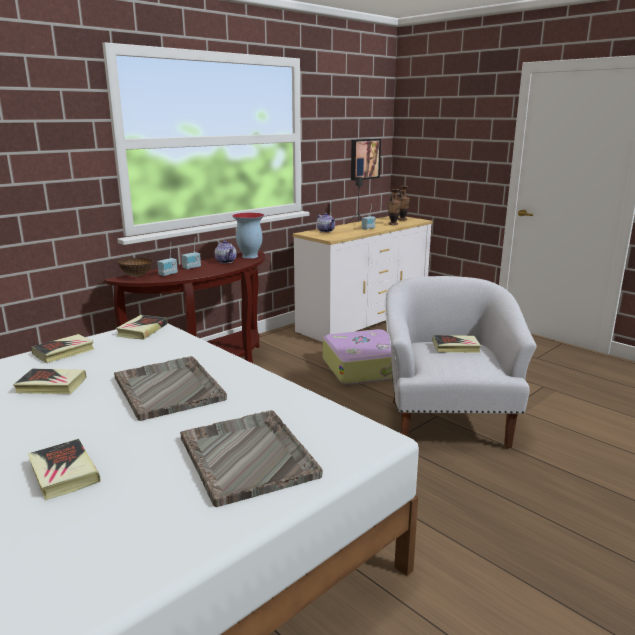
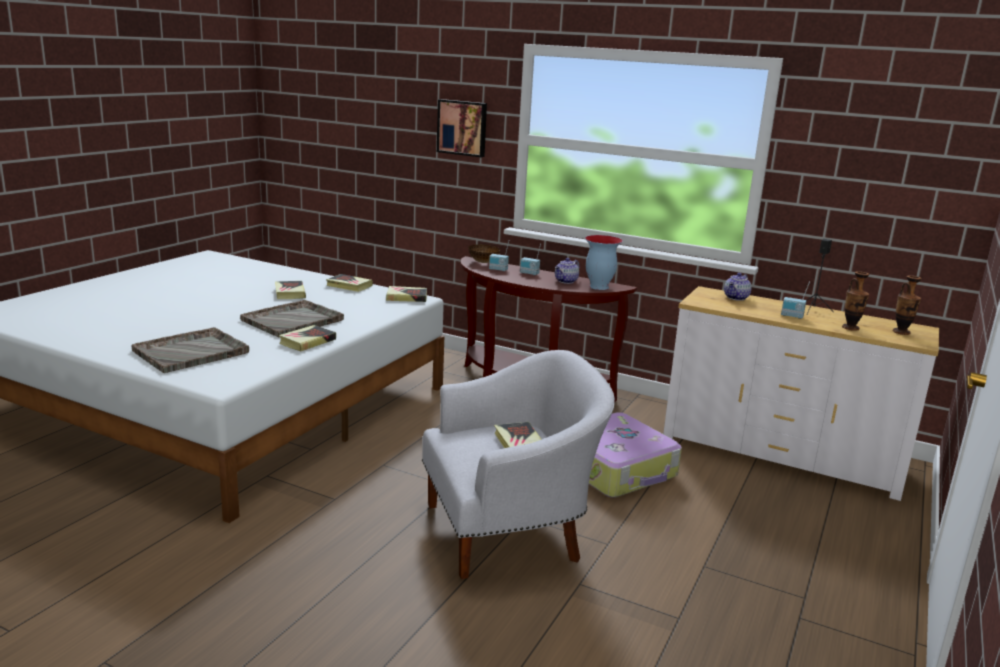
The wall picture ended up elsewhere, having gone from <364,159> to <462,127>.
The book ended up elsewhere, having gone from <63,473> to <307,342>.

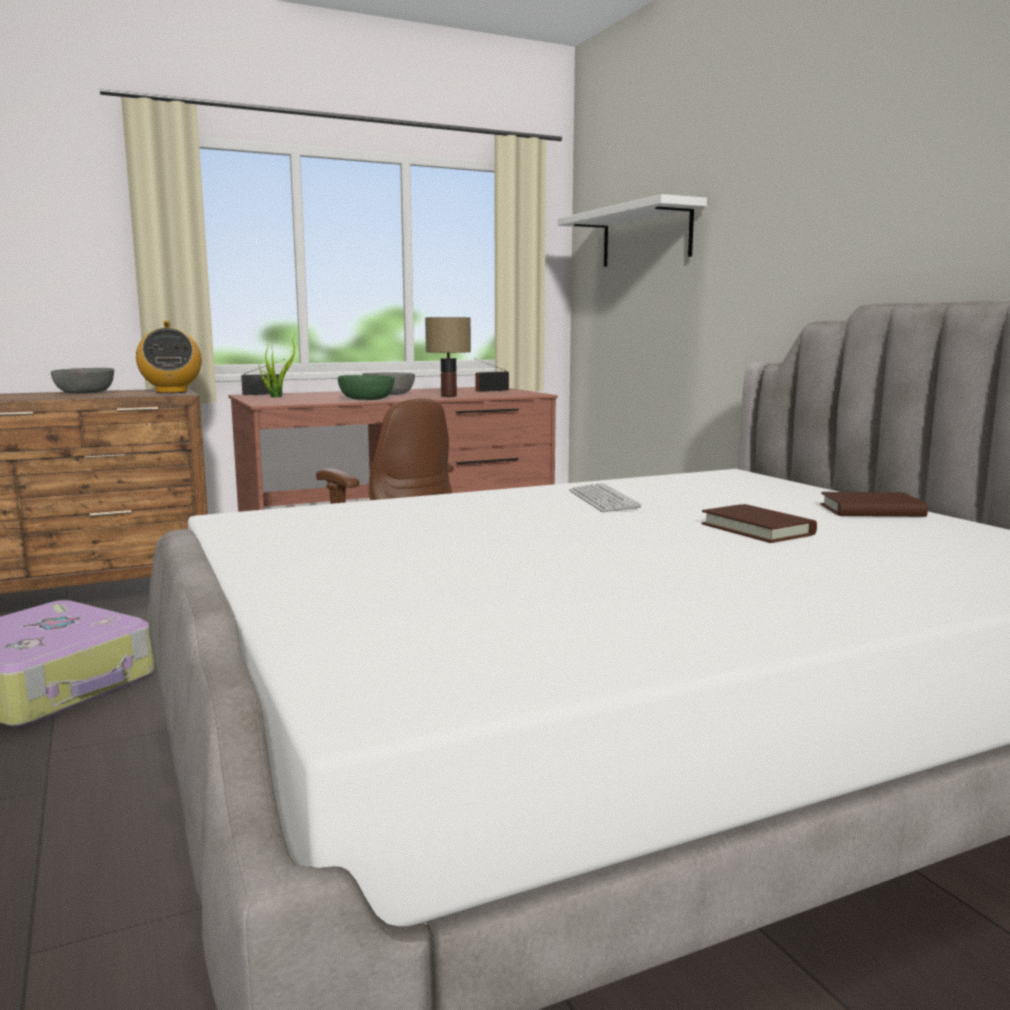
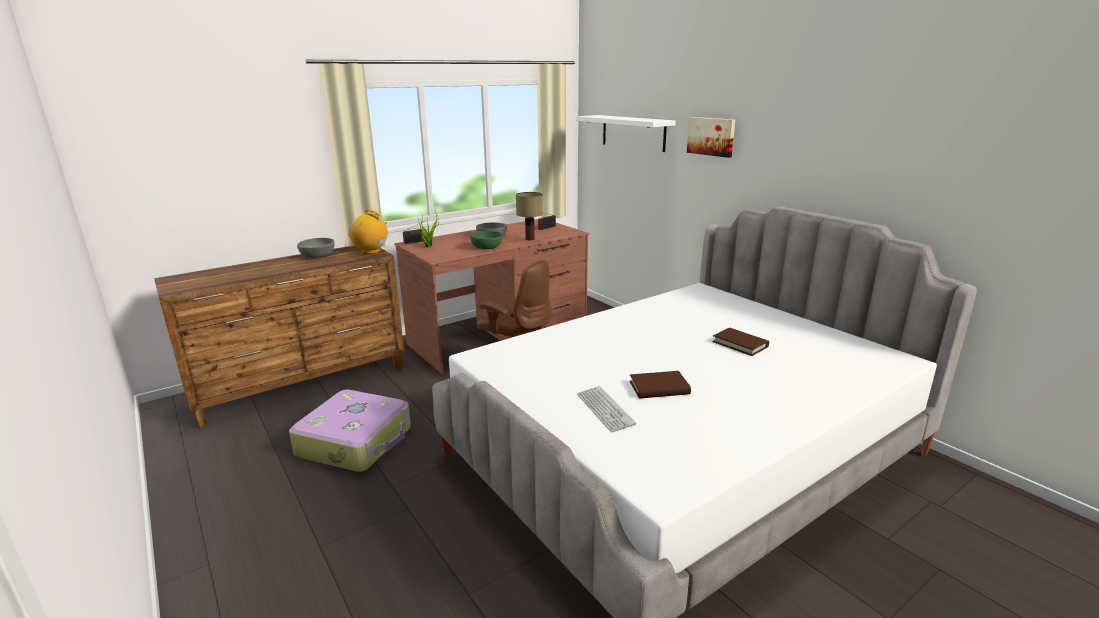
The radio set at <171,392> ended up facing another way, 135 degrees clockwise from before.
The keyboard ended up elsewhere, having gone from <603,500> to <605,409>.
The book (brown) ended up elsewhere, having gone from <871,511> to <659,388>.
The second view gained the wall picture at <711,136>.

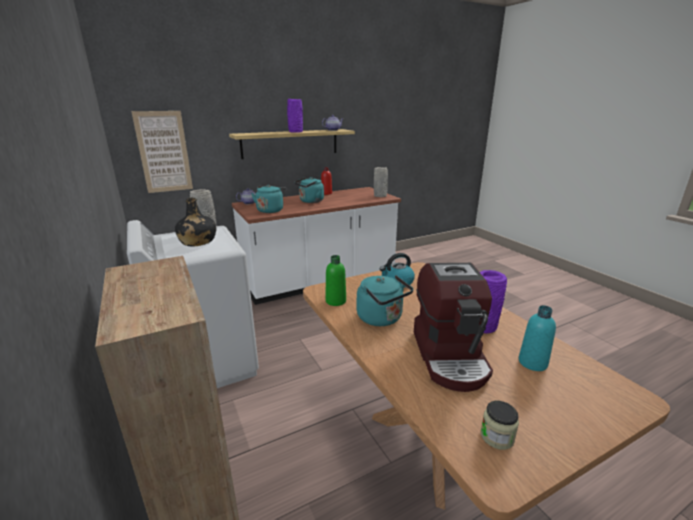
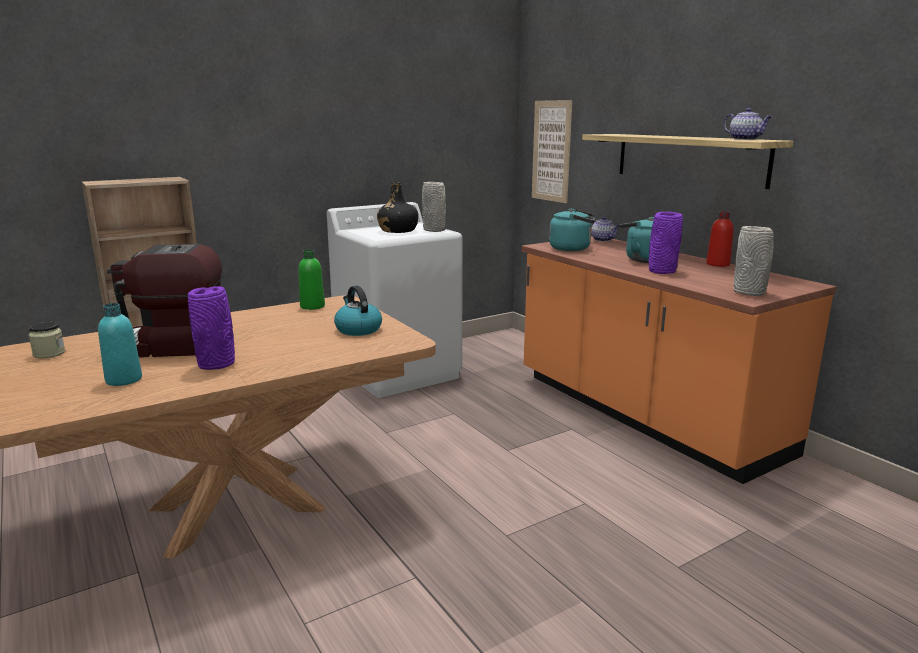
The flower vase (purplish) ended up elsewhere, having gone from <295,132> to <661,271>.
What was the kitchen counter (whitish) at <320,280> turned into the kitchen counter (orangey) at <644,414>.
The second view lost the tea kettle (blue-green) at <382,319>.

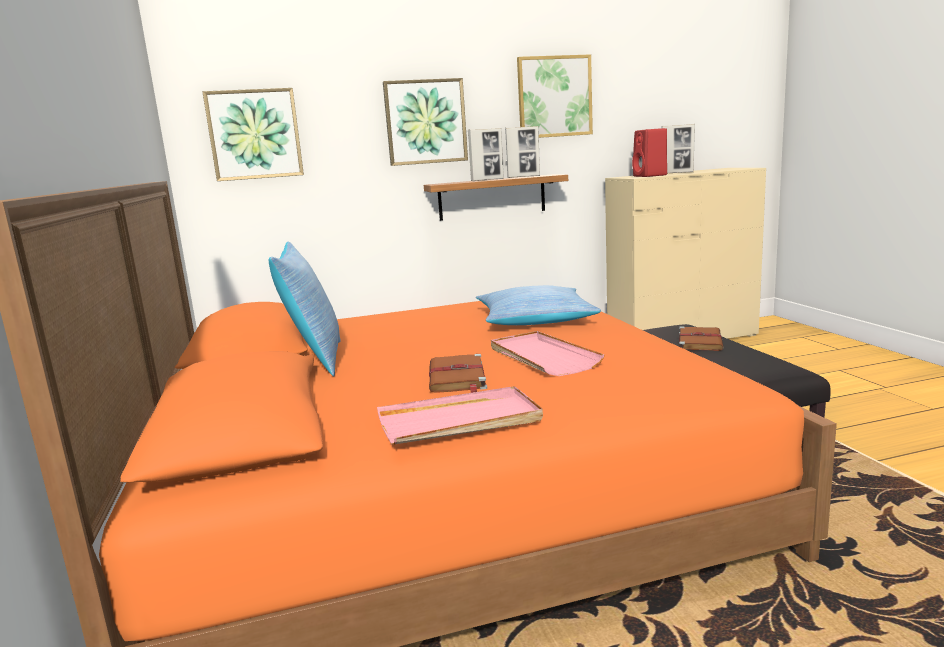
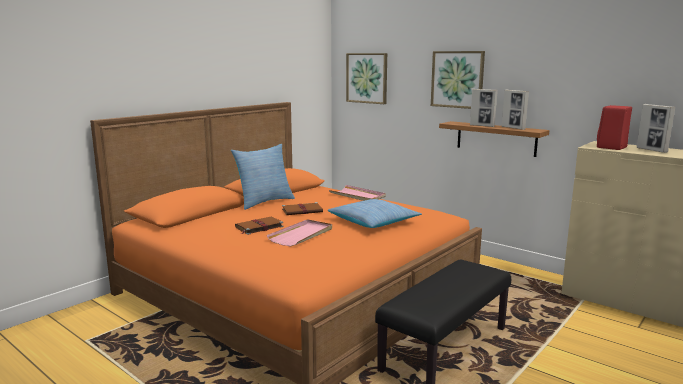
The second view lost the wall picture at <554,97>.
The book (brown) ended up elsewhere, having gone from <699,341> to <303,211>.
The tray (pinkish) ended up elsewhere, having gone from <460,421> to <357,196>.

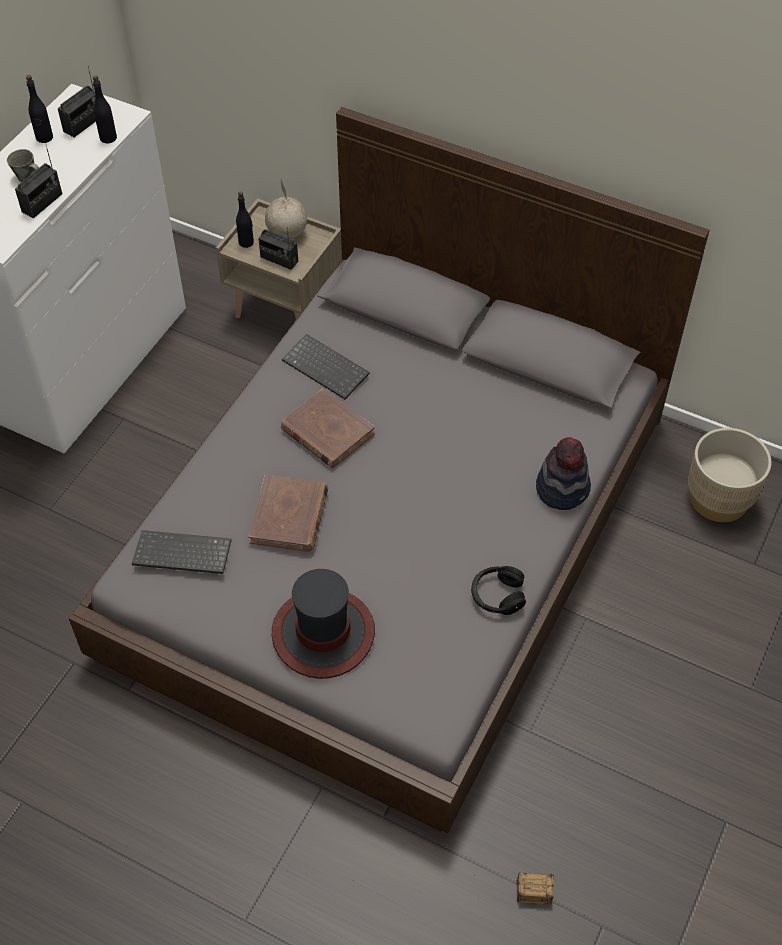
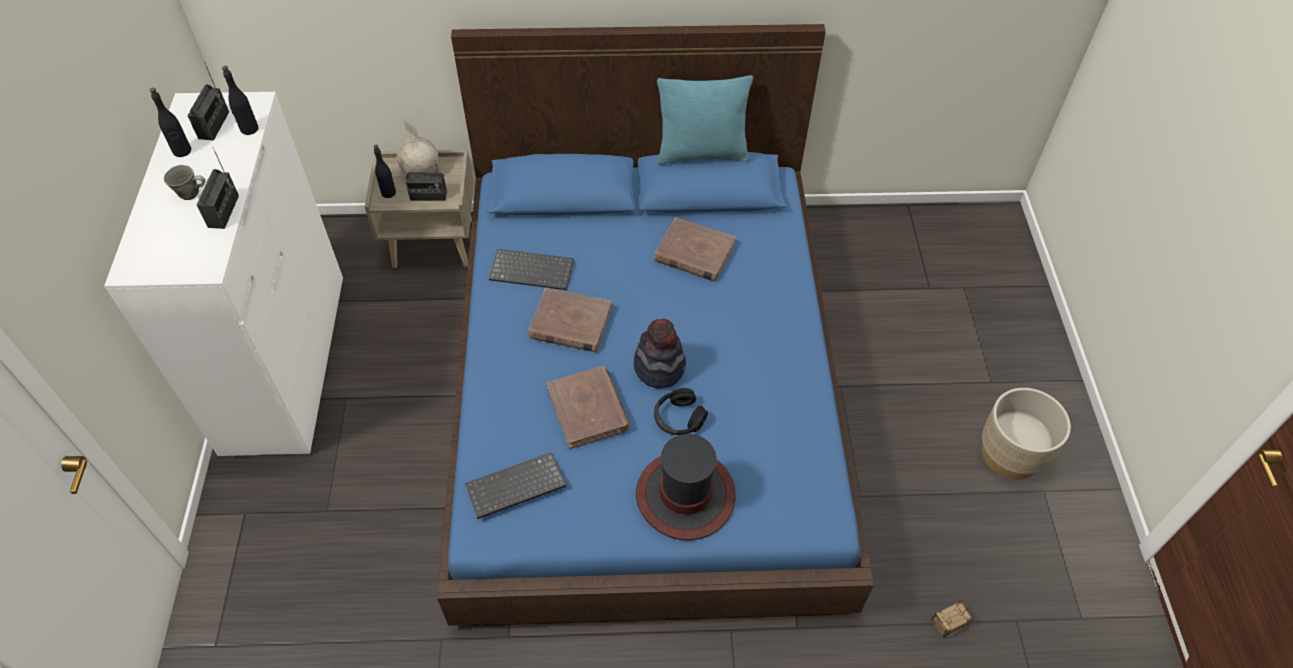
What was the bedroom bed (gray) at <392,531> turned into the bedroom bed (blue) at <646,388>.
The flower pot (beige-coloured) ended up elsewhere, having gone from <719,499> to <1010,455>.
The clothing hat ended up elsewhere, having gone from <563,488> to <659,366>.
The headphones (black) ended up elsewhere, having gone from <497,595> to <678,418>.
The second view gained the cushion (blue-green) at <702,154>.
The second view gained the book (brown) at <694,253>.

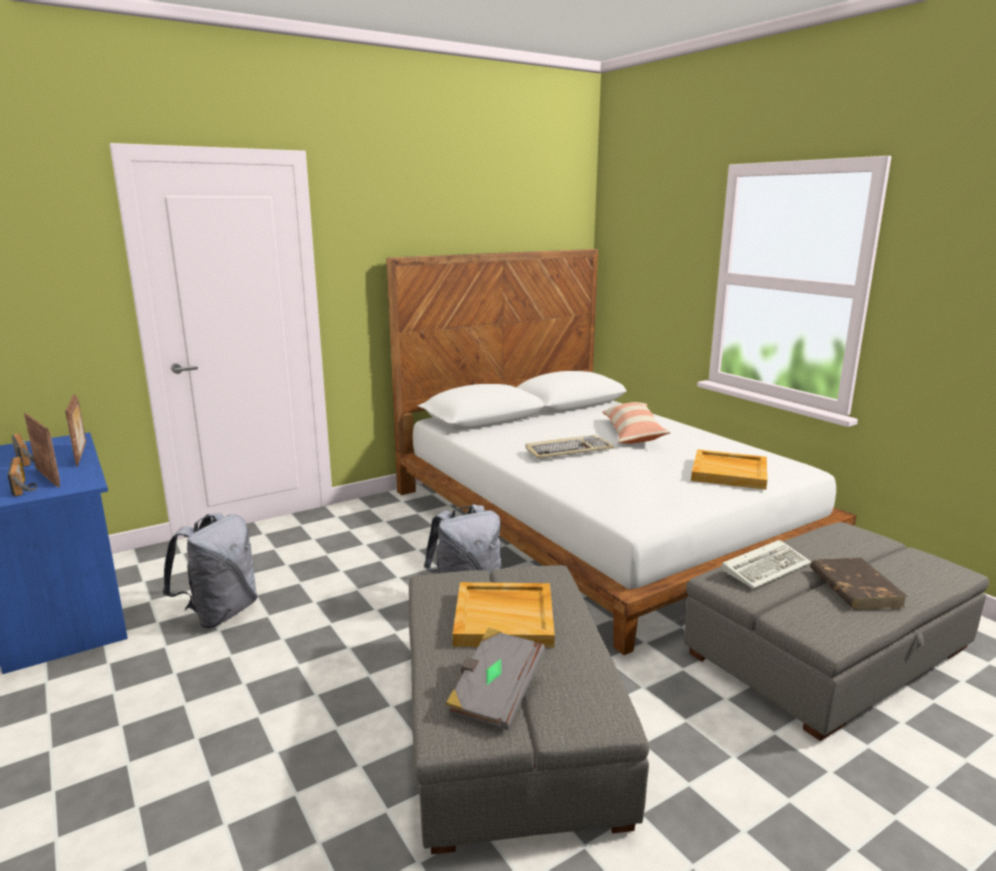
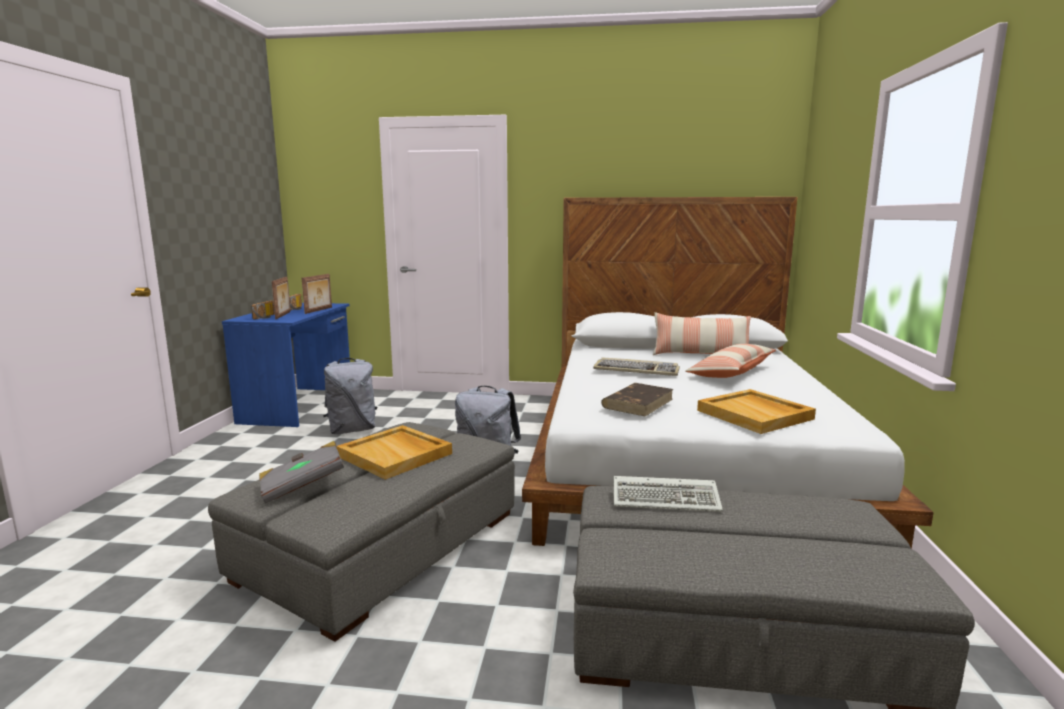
The book (brown) ended up elsewhere, having gone from <854,587> to <638,403>.
The second view gained the cushion at <700,355>.

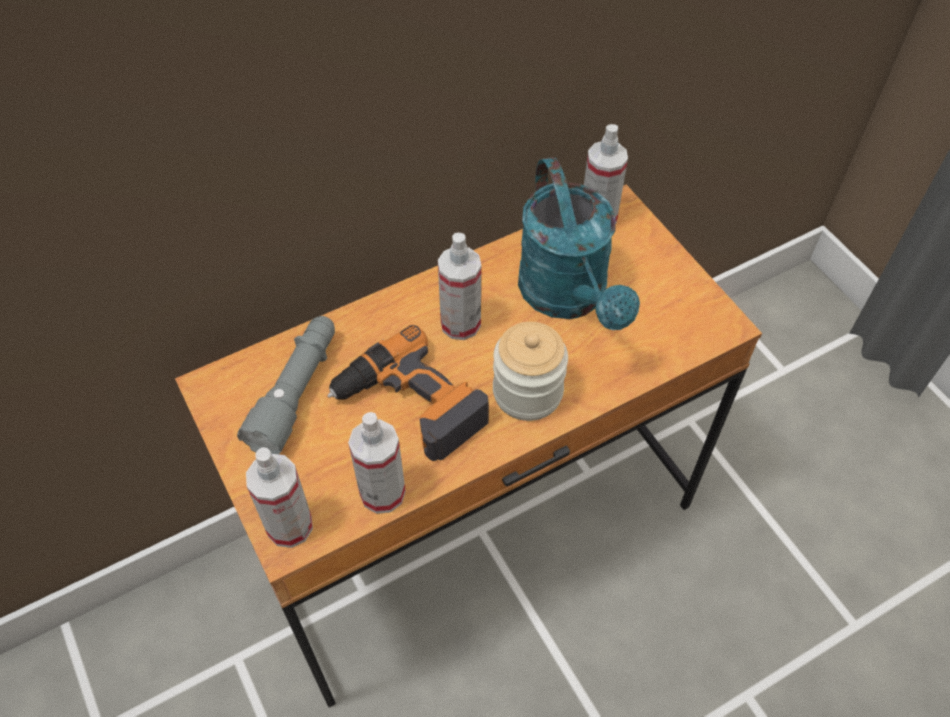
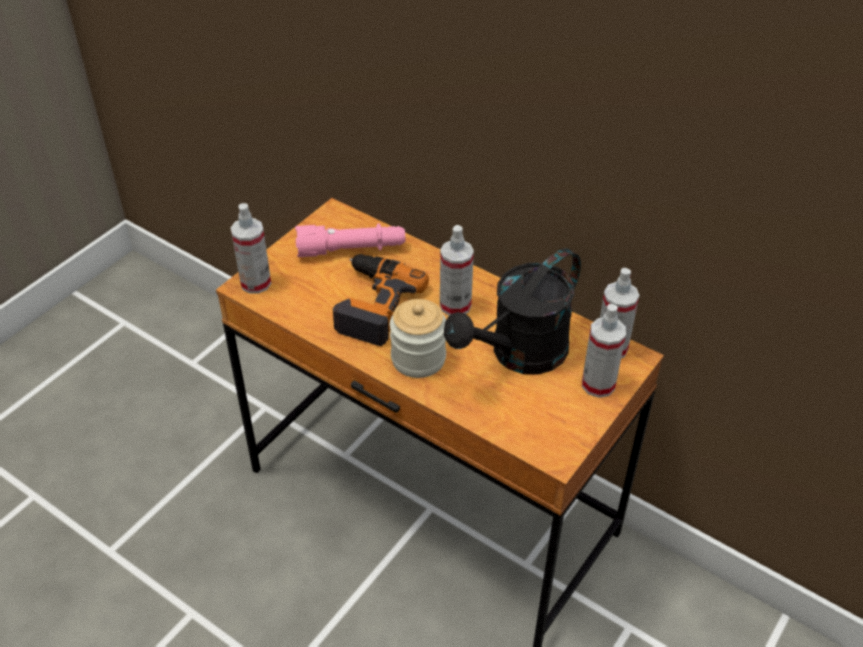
What was the watering pot (blue-green) at <569,297> turned into the watering pot (black) at <519,355>.
What was the hand torch (gray) at <296,392> turned into the hand torch (pinkish) at <351,250>.
The spray bottle ended up elsewhere, having gone from <382,493> to <598,384>.

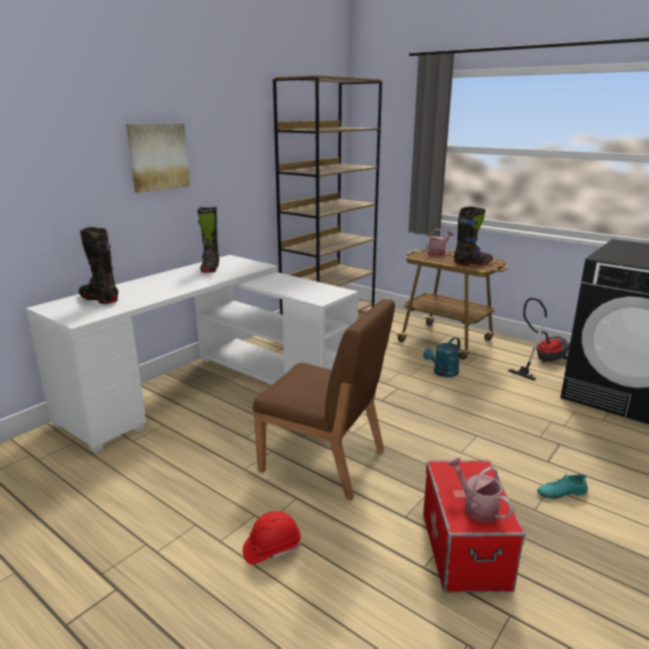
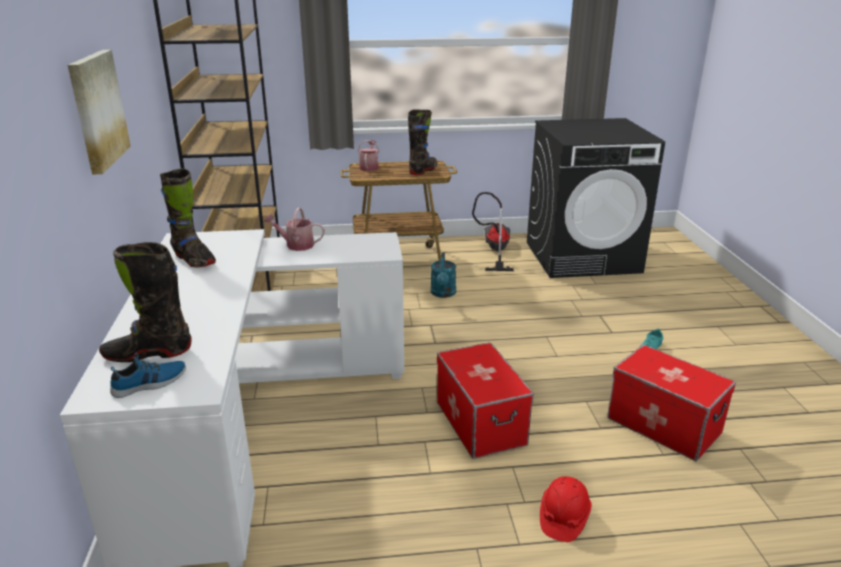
Where the chair (brown) stood at <324,461>, the storage bin came to stand at <481,423>.
The watering pot ended up elsewhere, having gone from <476,507> to <296,245>.
The second view gained the item of footwear at <150,383>.

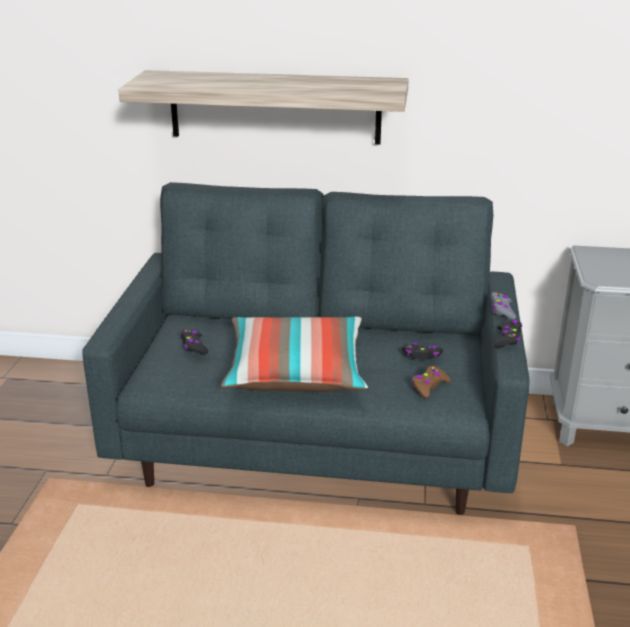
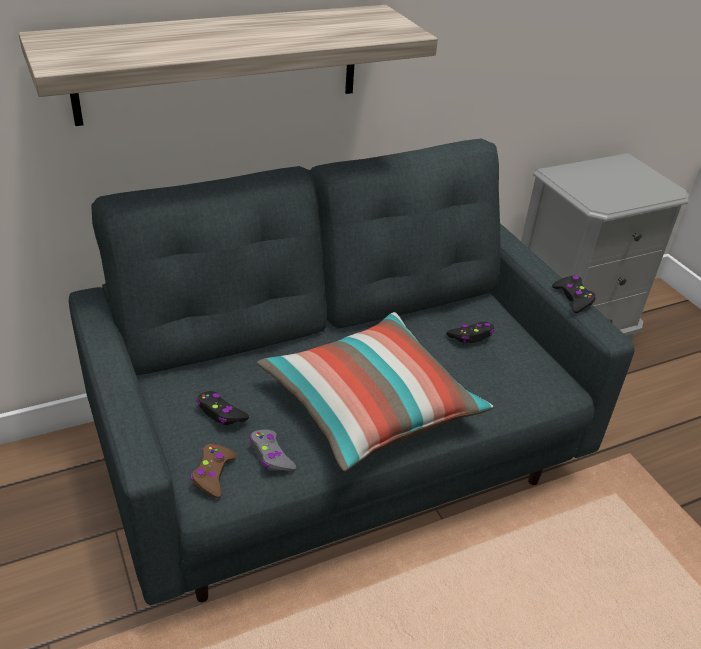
The game controller (gray) ended up elsewhere, having gone from <502,310> to <271,456>.
The game controller (brown) ended up elsewhere, having gone from <429,386> to <213,474>.

